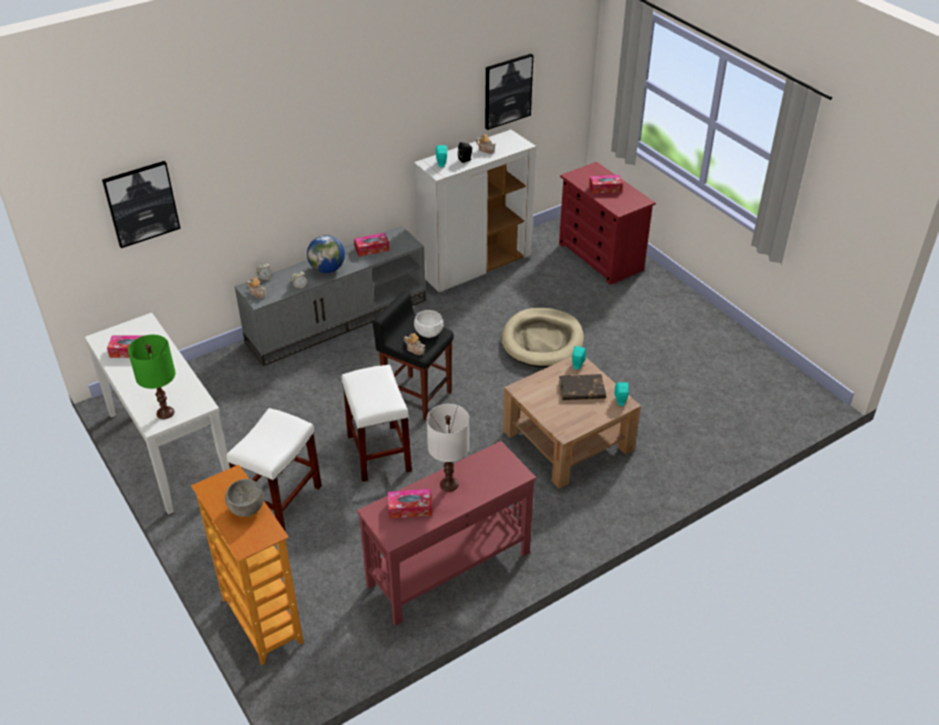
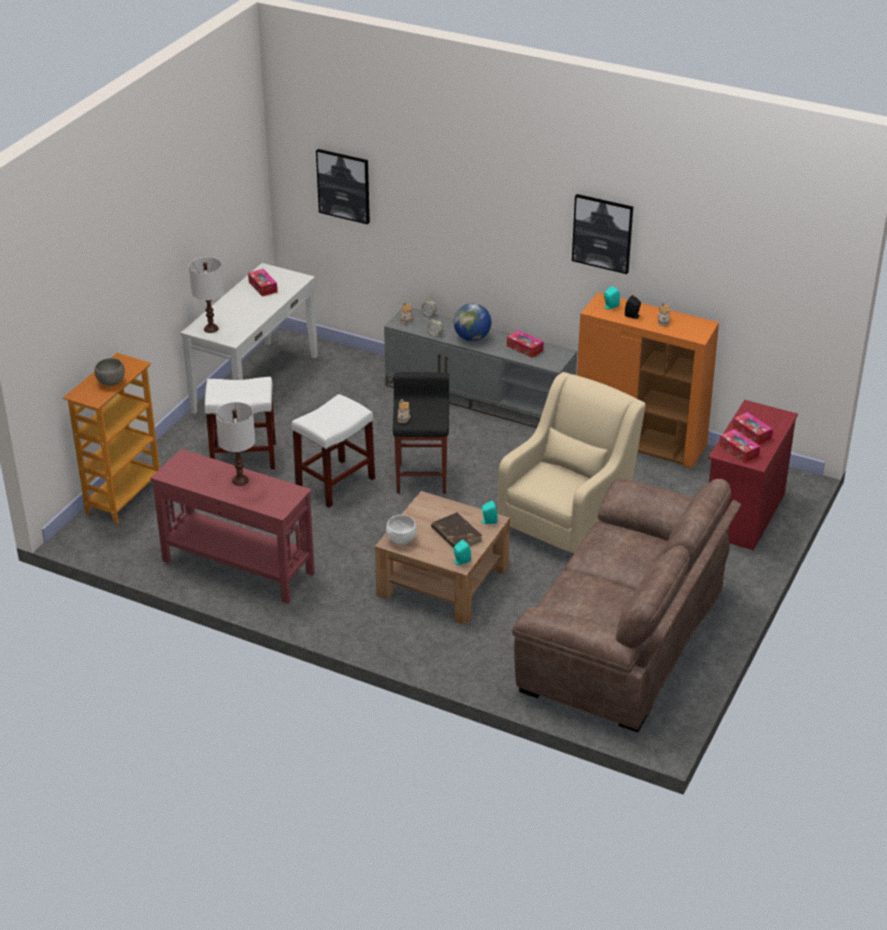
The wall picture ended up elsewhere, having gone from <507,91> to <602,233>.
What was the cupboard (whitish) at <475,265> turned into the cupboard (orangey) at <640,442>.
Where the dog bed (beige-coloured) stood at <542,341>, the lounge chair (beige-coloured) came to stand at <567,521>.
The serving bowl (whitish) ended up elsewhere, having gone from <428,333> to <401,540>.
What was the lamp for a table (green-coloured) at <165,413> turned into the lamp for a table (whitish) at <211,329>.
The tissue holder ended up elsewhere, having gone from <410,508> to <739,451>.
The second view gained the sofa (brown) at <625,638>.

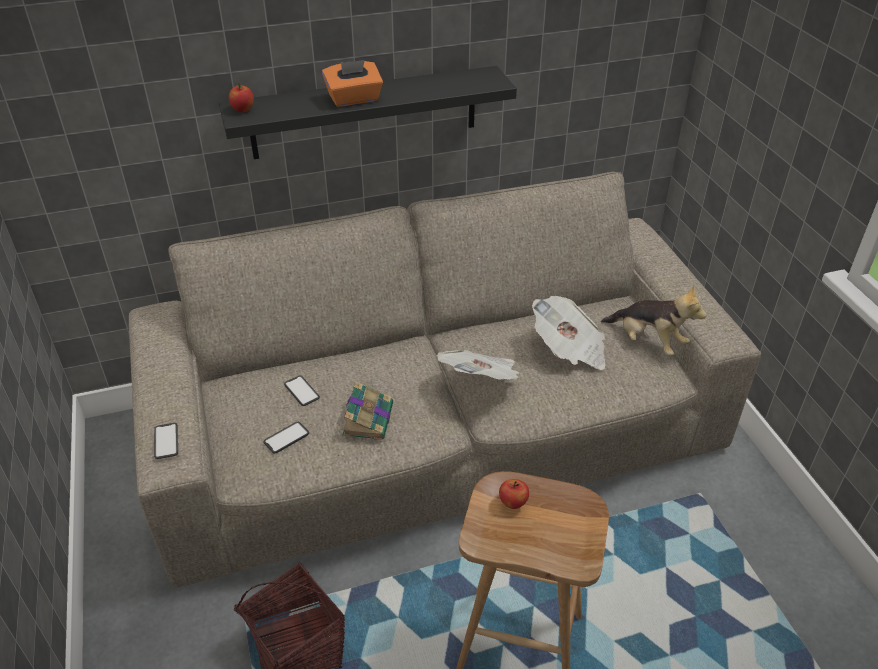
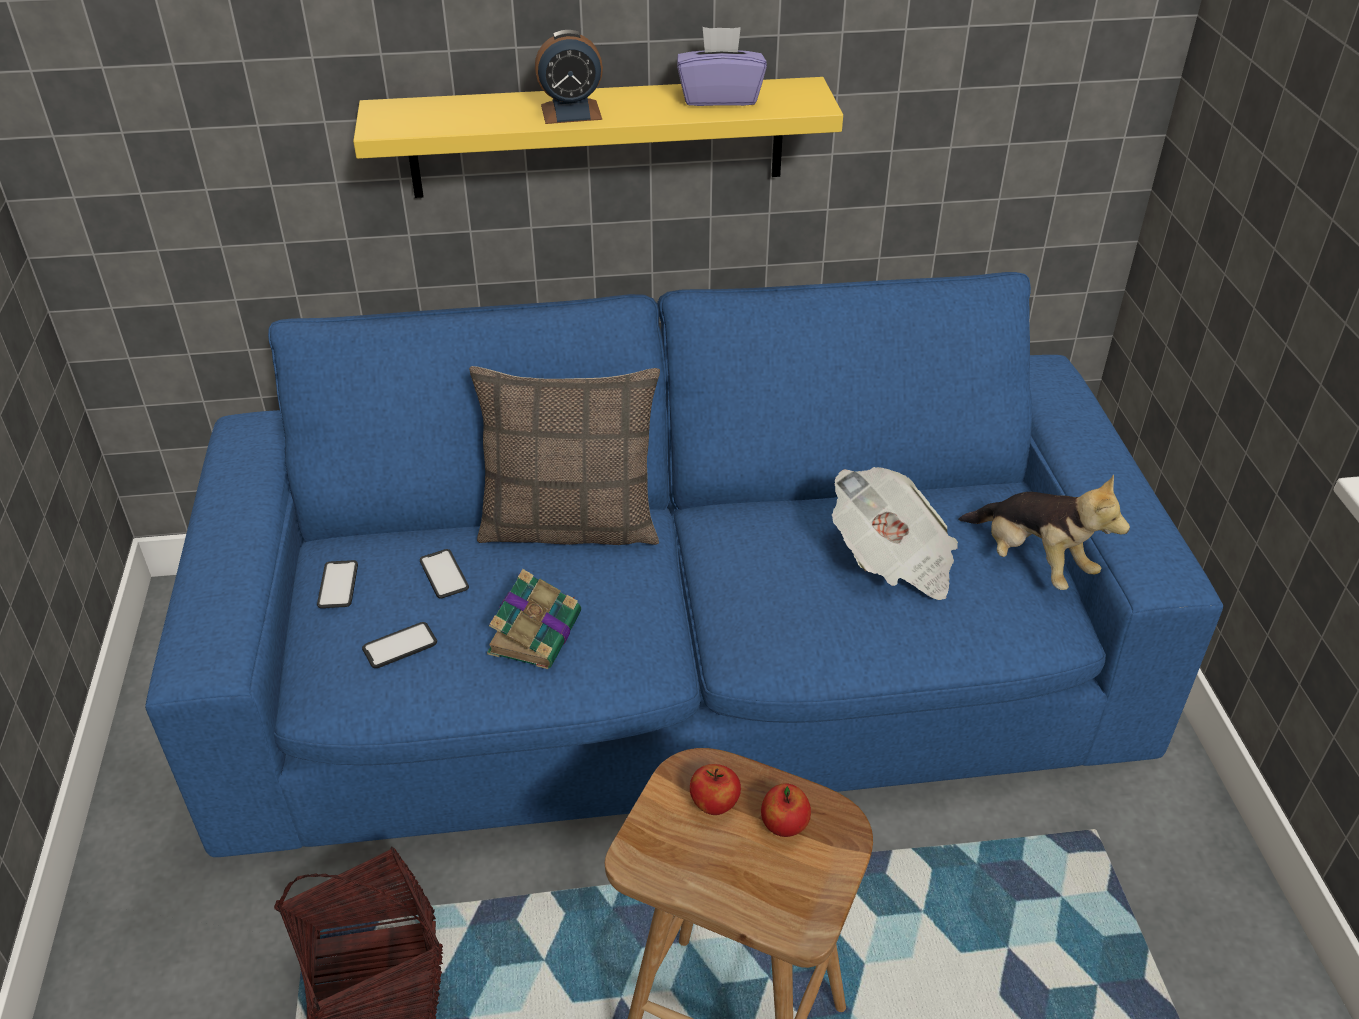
Where the tissue holder (orangey) stood at <354,99>, the bedside clock came to stand at <571,112>.
What was the bracket shelf (black) at <364,113> turned into the bracket shelf (yellowish) at <597,138>.
The whole apple ended up elsewhere, having gone from <243,110> to <784,826>.
What was the sofa (beige-coloured) at <438,433> turned into the sofa (blue) at <679,671>.
The second view lost the printed paper at <481,380>.
The handset ended up elsewhere, having gone from <166,441> to <338,585>.
The second view gained the tissue holder (purplish) at <720,97>.
The second view gained the cushion at <571,524>.

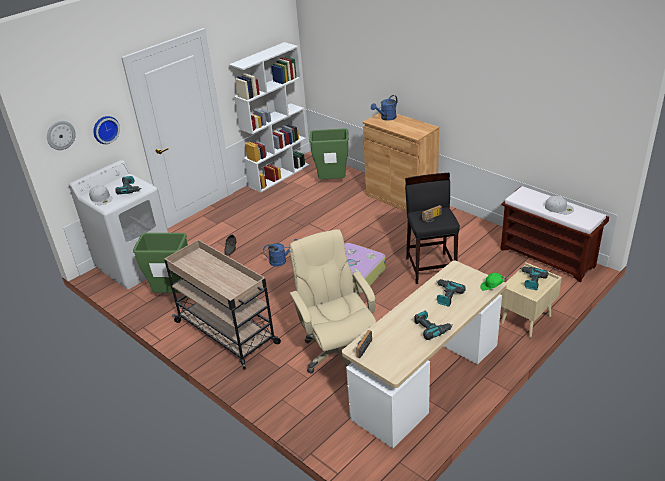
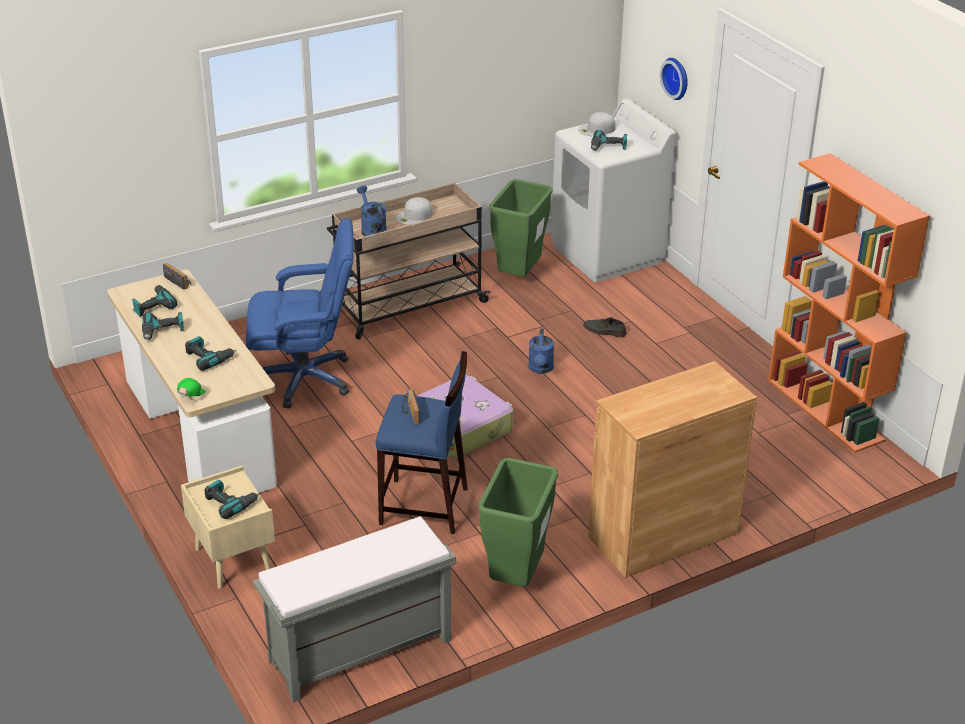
What was the bookcase (whitish) at <279,175> turned into the bookcase (orangey) at <826,410>.
The watering pot (blue) ended up elsewhere, having gone from <386,118> to <372,229>.
The second view lost the clock on the wall at <60,135>.
The rubbish bin (green-coloured) ended up elsewhere, having gone from <333,182> to <516,579>.
What was the stool (black) at <431,267> turned into the stool (blue) at <424,507>.
What was the bench (brown) at <548,257> turned into the bench (gray) at <359,652>.
The peaked cap (whitish) ended up elsewhere, having gone from <559,208> to <414,216>.
What was the office chair (beige-coloured) at <337,352> turned into the office chair (blue) at <305,378>.
The second view gained the electric drill at <152,306>.

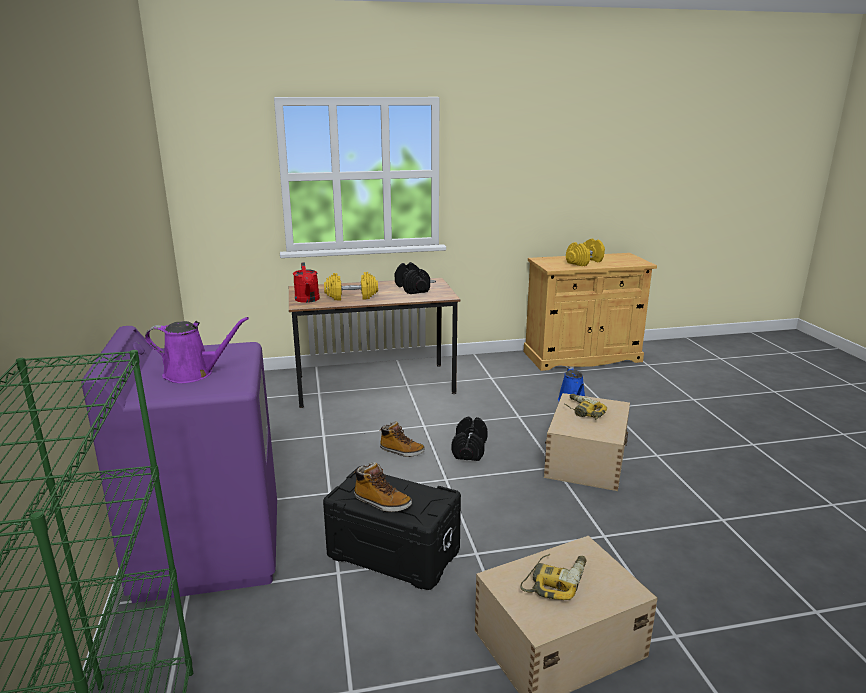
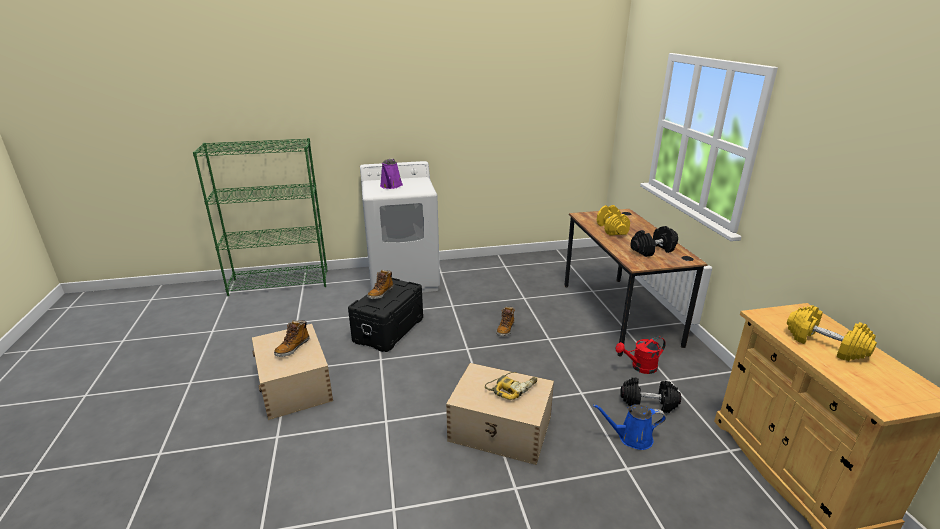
The watering pot (red) ended up elsewhere, having gone from <308,300> to <640,367>.
What was the laundry machine (purplish) at <209,549> turned into the laundry machine (whitish) at <404,278>.
The free weight (black) ended up elsewhere, having gone from <469,449> to <648,403>.
Where the electric drill stood at <555,580>, the high-top boot came to stand at <293,347>.

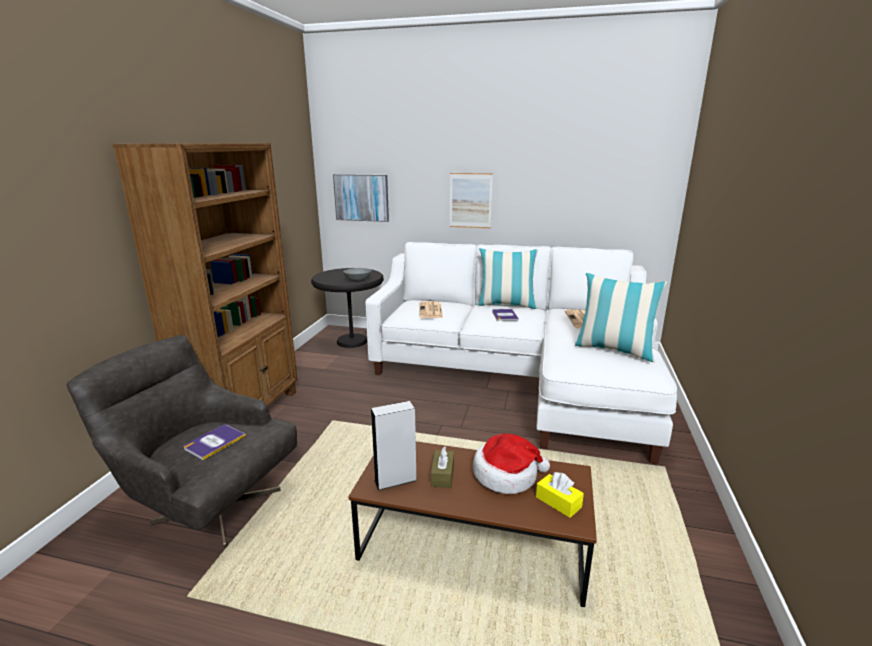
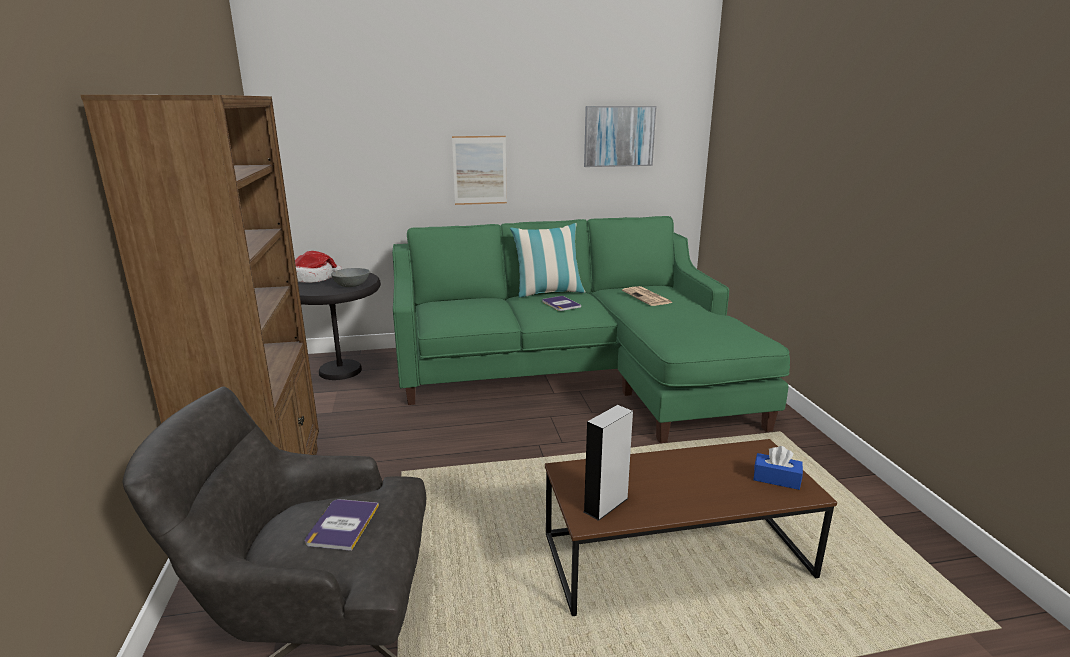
The wall picture ended up elsewhere, having gone from <361,197> to <619,136>.
What was the sofa (whitish) at <520,376> turned into the sofa (green-coloured) at <579,373>.
The second view lost the cushion at <614,350>.
The second view lost the printed paper at <431,311>.
The clothing hat ended up elsewhere, having gone from <506,475> to <313,278>.
The second view lost the tissue holder (brown) at <442,475>.
What was the tissue holder (yellowish) at <558,502> turned into the tissue holder (blue) at <776,479>.

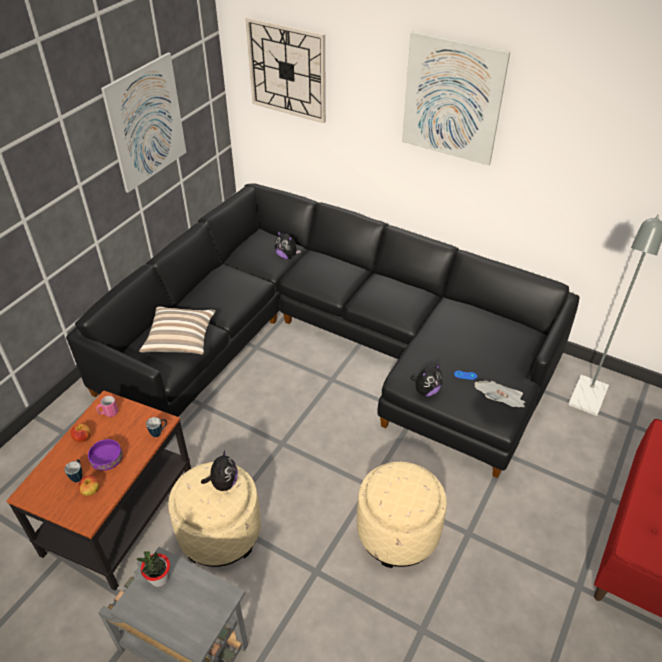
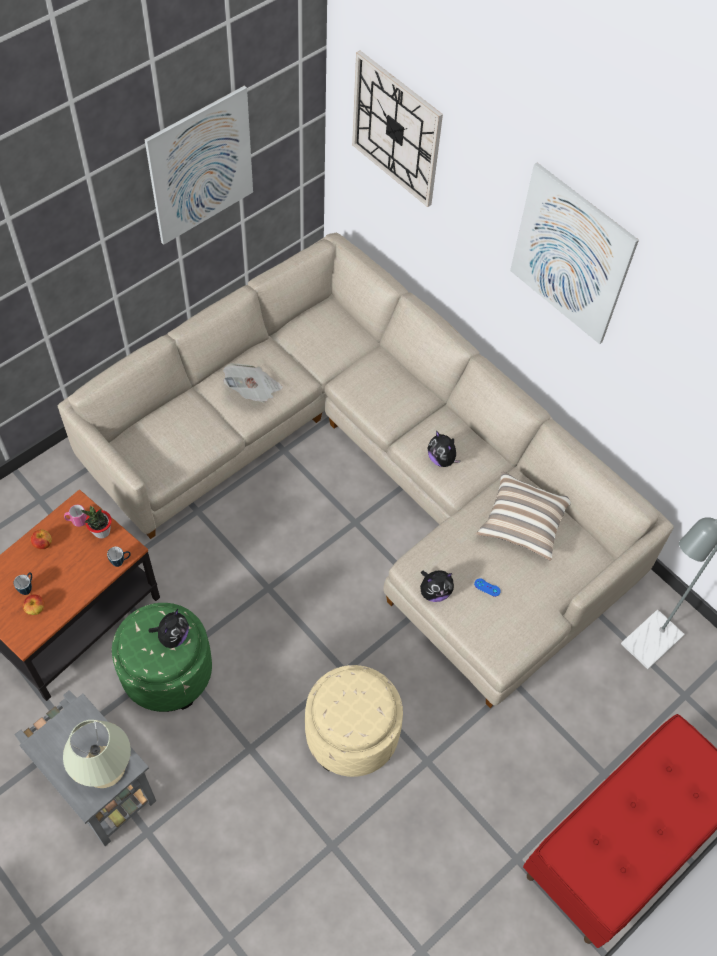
What was the sofa (black) at <331,345> turned into the sofa (beige-coloured) at <373,474>.
The soft toy ended up elsewhere, having gone from <287,256> to <442,459>.
The cushion ended up elsewhere, having gone from <180,339> to <523,523>.
The printed paper ended up elsewhere, having gone from <499,402> to <253,391>.
The second view lost the serving bowl (purplish) at <107,461>.
What was the pouffe (beige-coloured) at <220,532> turned into the pouffe (green-coloured) at <167,672>.
The potted plant ended up elsewhere, having gone from <159,578> to <101,531>.
The second view gained the lamp for a table (beige-coloured) at <105,767>.

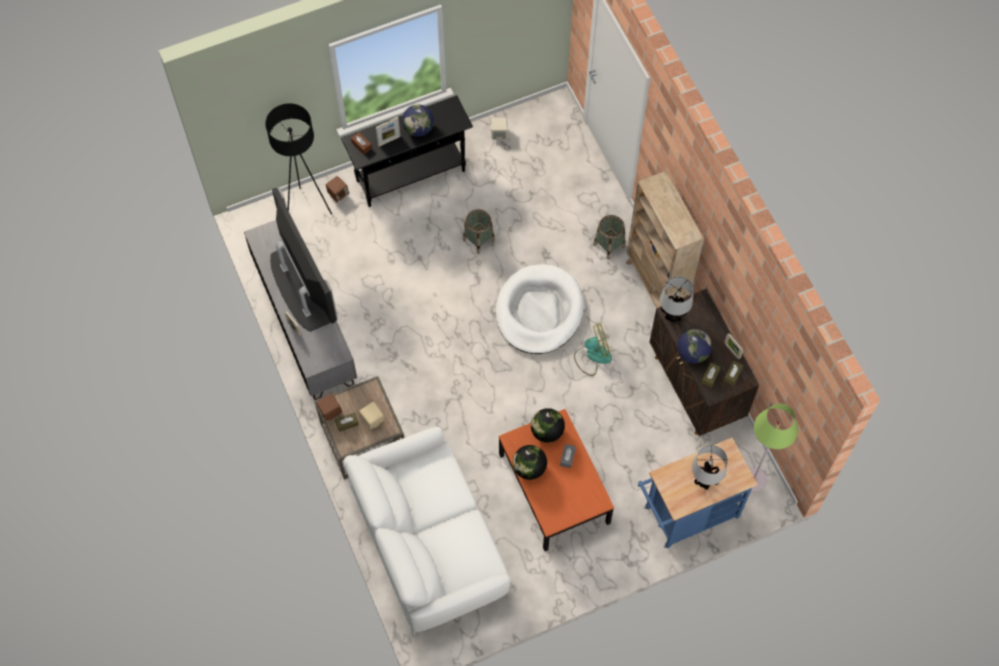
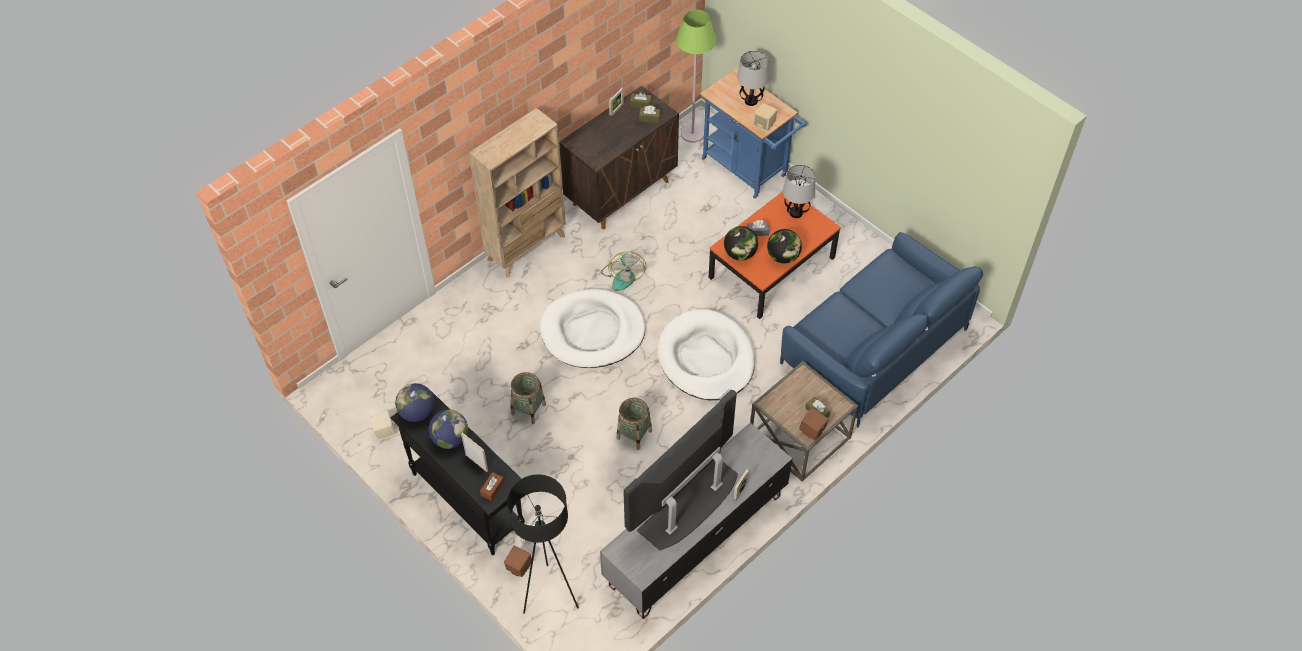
The storage basket ended up elsewhere, having gone from <609,245> to <634,434>.
The lamp for a table ended up elsewhere, having gone from <673,315> to <796,212>.
The fan at <592,356> ended up facing another way, 150 degrees counterclockwise from before.
The globe ended up elsewhere, having gone from <692,353> to <417,412>.
The audio speaker (beige-coloured) ended up elsewhere, having gone from <372,421> to <764,125>.
What was the sofa (whitish) at <428,541> turned into the sofa (blue) at <873,346>.
The second view gained the dog bed (whitish) at <706,358>.

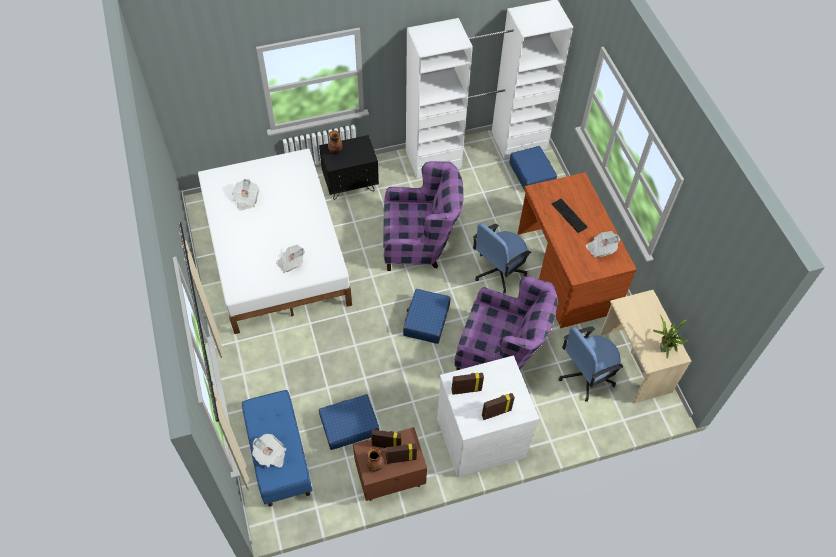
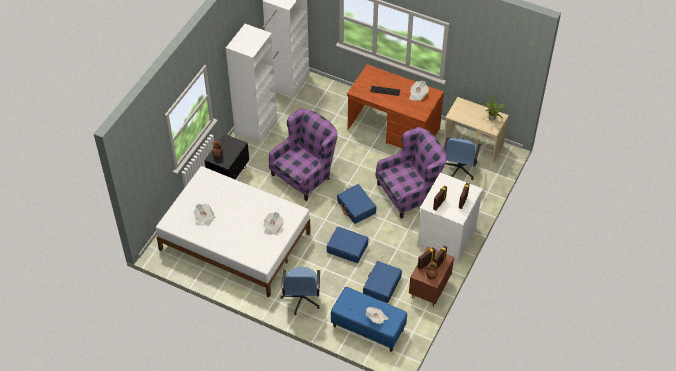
The piece of luggage (blue) ended up elsewhere, having gone from <531,173> to <347,248>.
The office chair (blue) ended up elsewhere, having gone from <498,271> to <301,298>.

